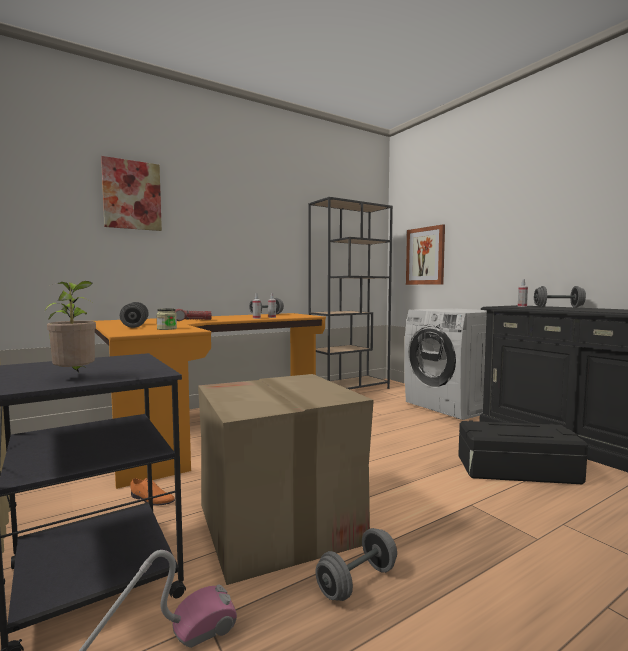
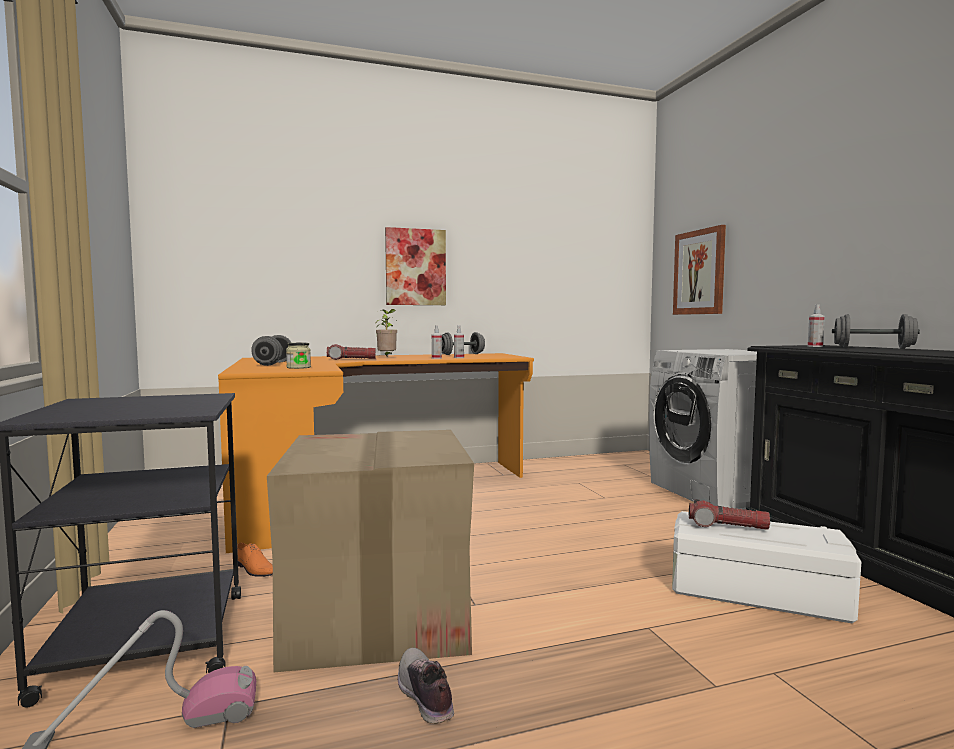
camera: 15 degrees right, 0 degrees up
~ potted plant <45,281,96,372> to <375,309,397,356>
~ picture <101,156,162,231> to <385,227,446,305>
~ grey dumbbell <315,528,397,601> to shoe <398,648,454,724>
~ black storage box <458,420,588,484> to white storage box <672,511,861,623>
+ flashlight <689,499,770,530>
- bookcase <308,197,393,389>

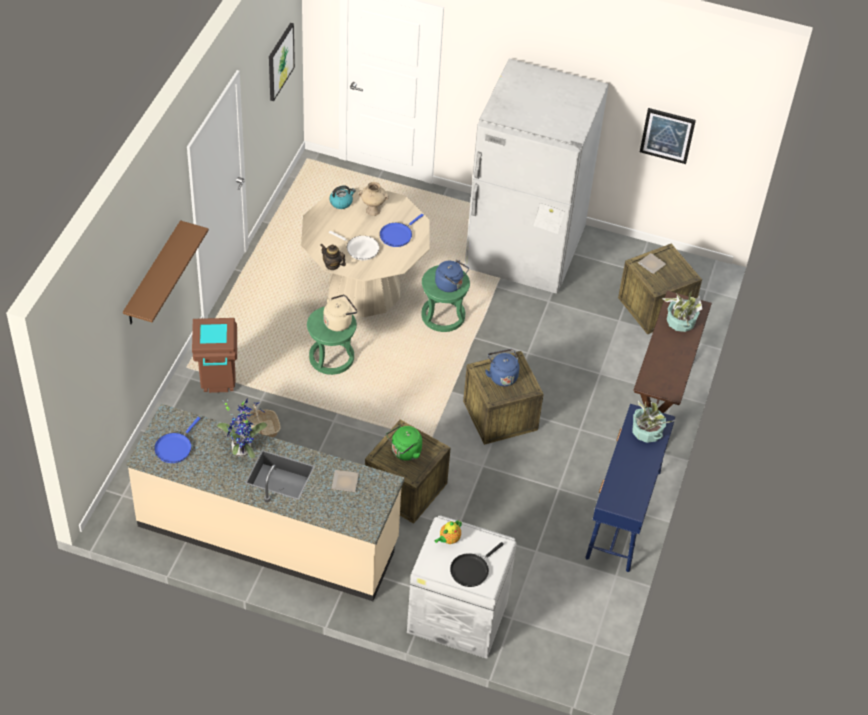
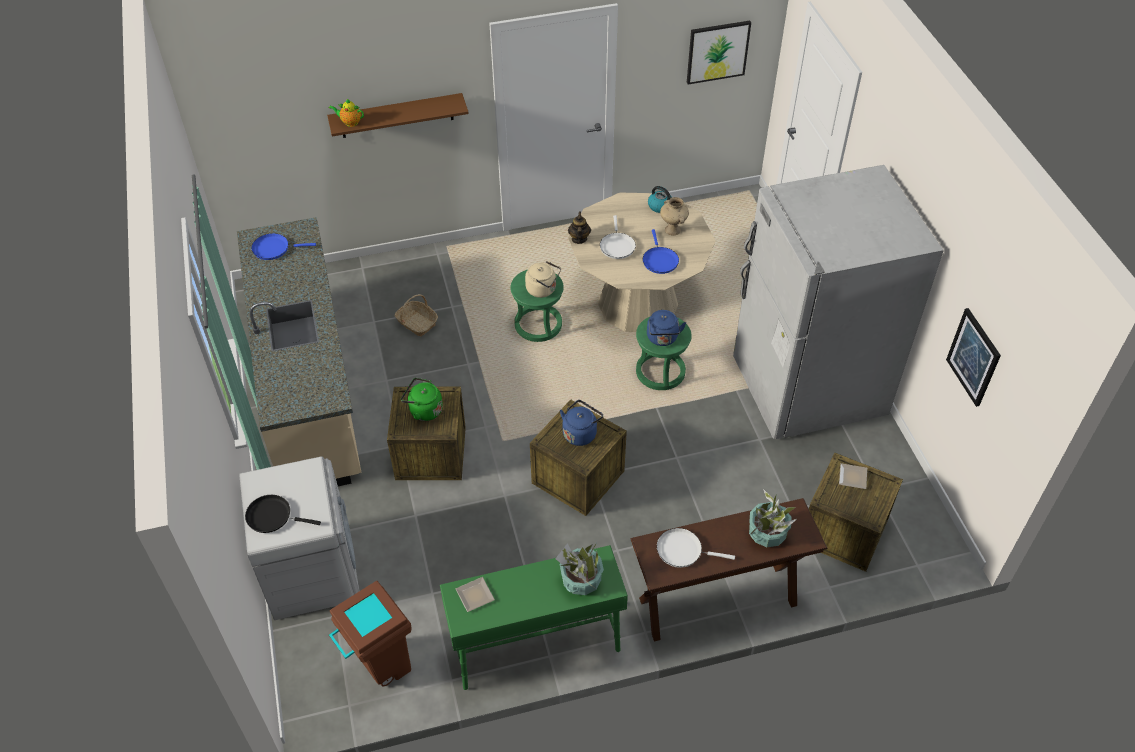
camera: 60 degrees right, 0 degrees up
~ teapot <434,521,462,544> to <329,99,364,127>
~ brown trash can <192,318,237,393> to <329,581,412,686>
~ blue console table <585,404,675,572> to green console table <440,545,628,690>
~ plate <331,470,359,492> to <456,577,495,612>
~ blue frying pan <380,214,424,247> = <643,229,679,274> 105 degrees counterclockwise
+ white frying pan <657,528,735,568>
- potted plant <217,398,267,458>

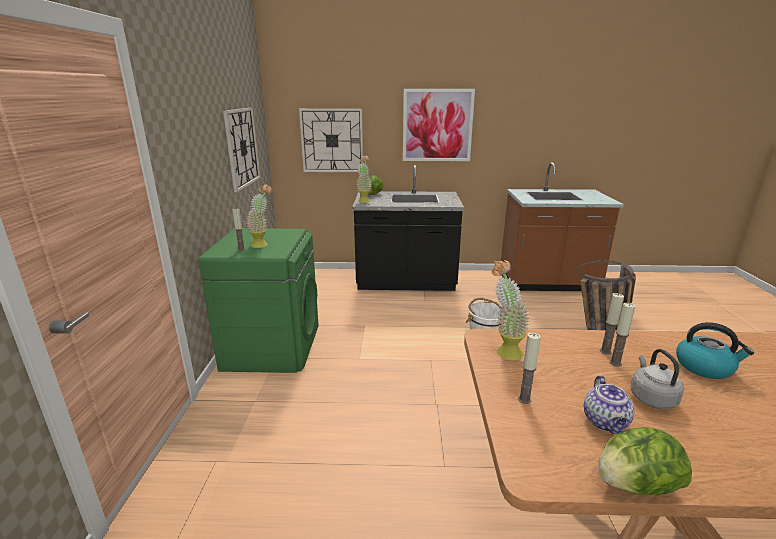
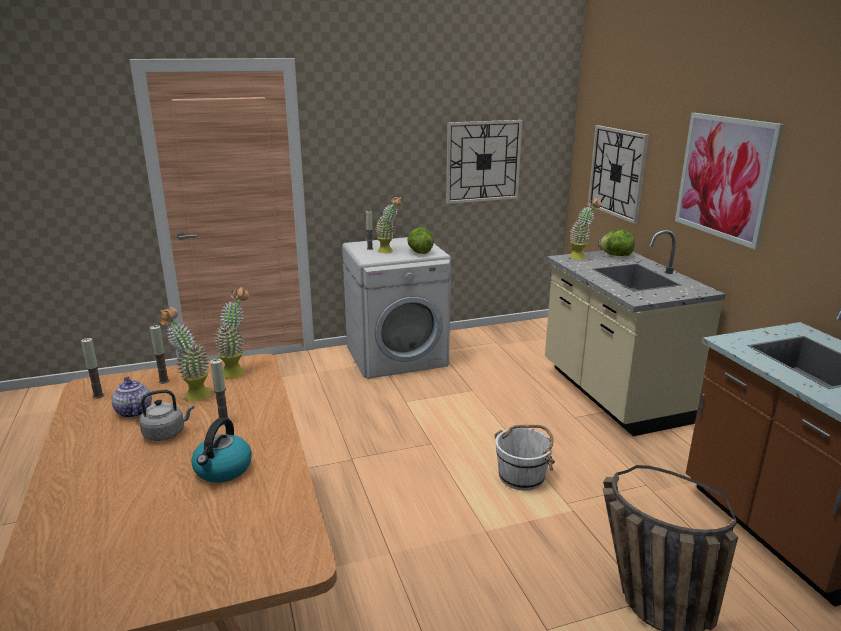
camera: 70 degrees right, 0 degrees up
~ candle <600,293,624,355> to <81,338,104,399>
~ teapot <584,375,634,434> = <112,377,152,418> 75 degrees clockwise
+ potted plant <160,308,211,401>
~ green washing machine <198,228,319,373> to white washing machine <342,237,451,379>
~ lettuce <598,427,692,495> to <407,227,434,254>
~ black counter <352,165,464,291> to beige counter <545,230,725,436>

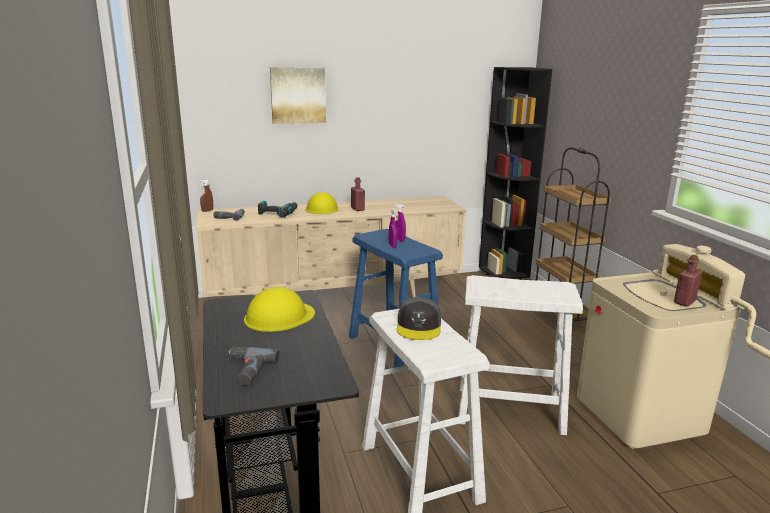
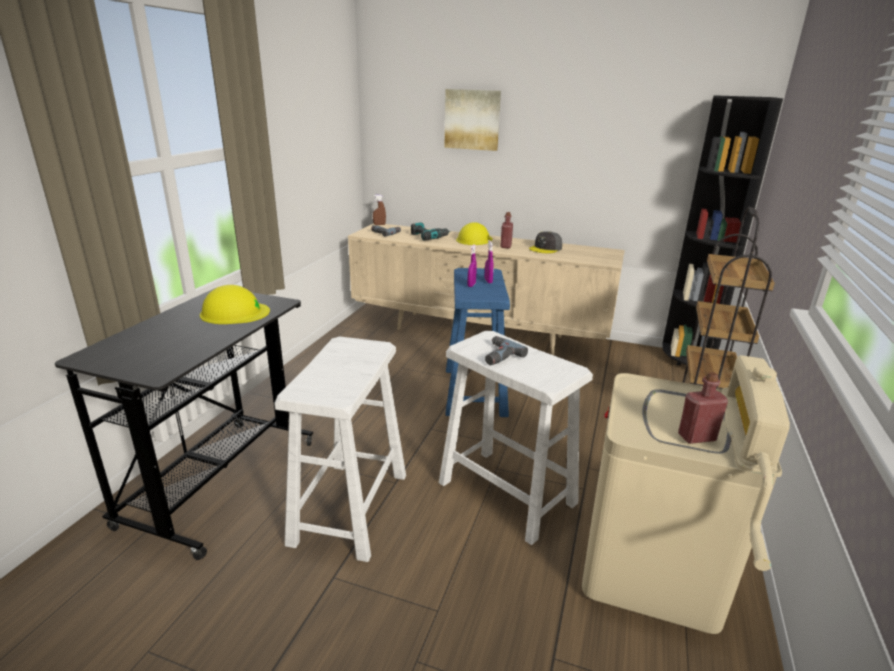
camera: 35 degrees right, 5 degrees up
~ power drill <228,347,279,386> to <485,336,528,365>
~ grey cap <397,298,441,340> to <529,231,562,254>

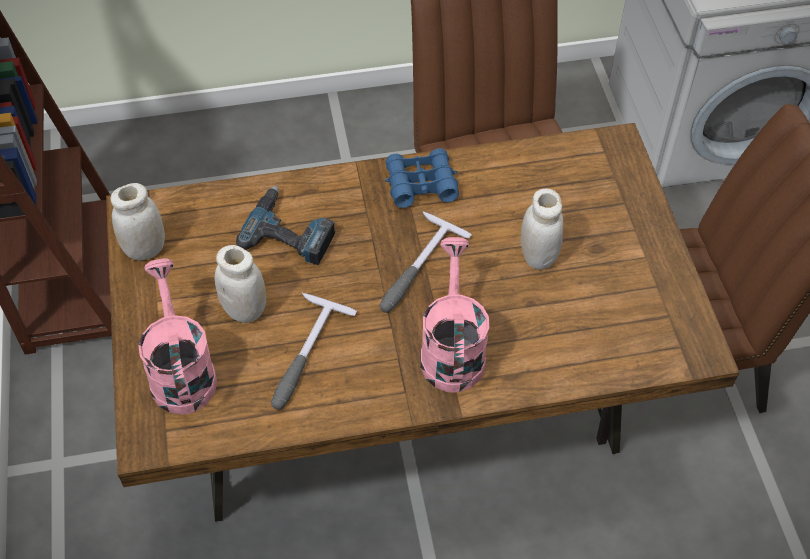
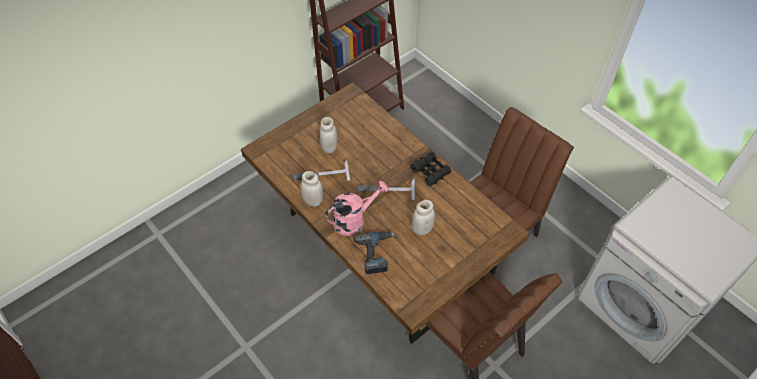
camera: 60 degrees right, 0 degrees up
~ white jar <111,183,165,261> to <301,171,323,206>
~ power drill <236,186,335,265> to <353,232,396,274>
~ blue binoculars <385,148,459,208> to black binoculars <410,152,451,186>
- pink watering can <138,258,217,415>

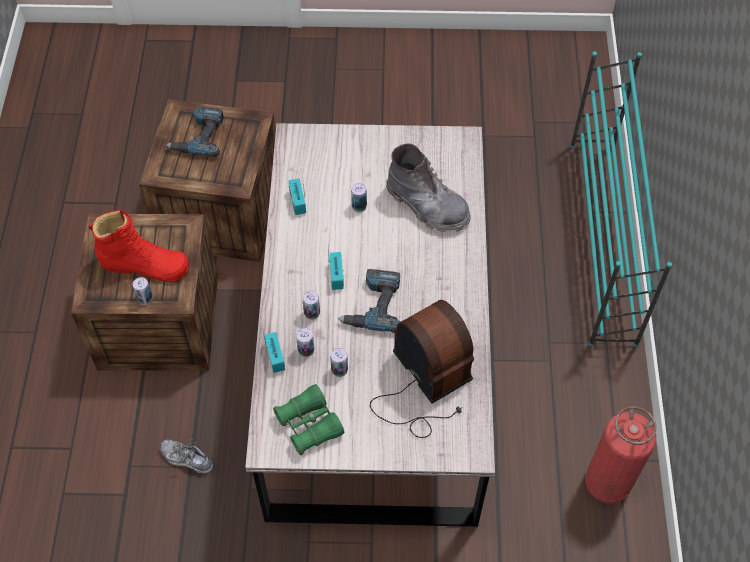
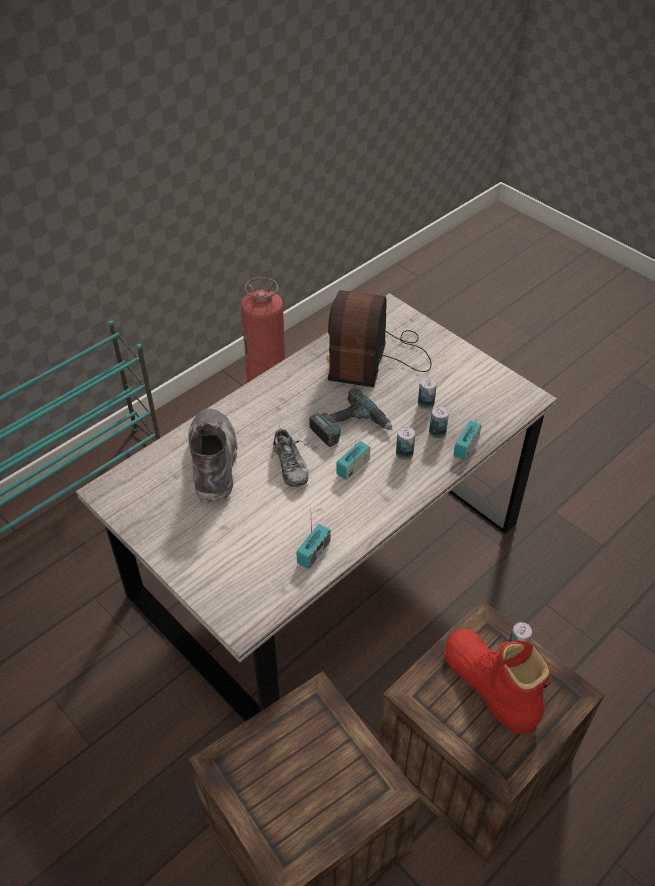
camera: 135 degrees left, 10 degrees down
~ shoe <160,439,213,473> to <272,426,309,487>
- power drill <166,106,224,157>
- green binoculars <273,384,344,455>
- can <351,183,367,212>

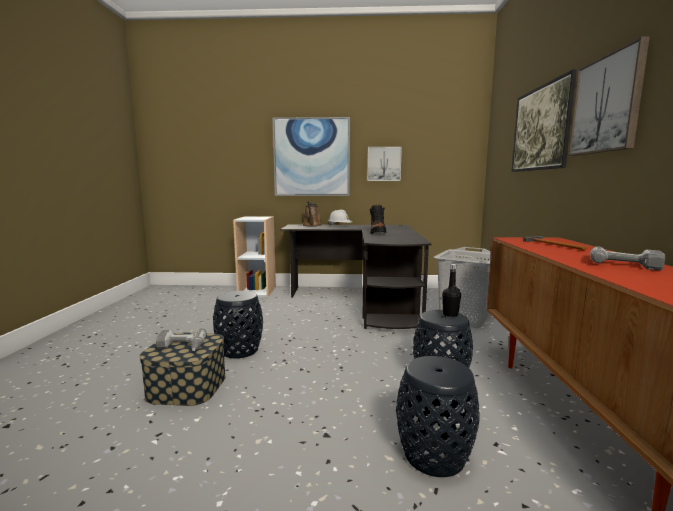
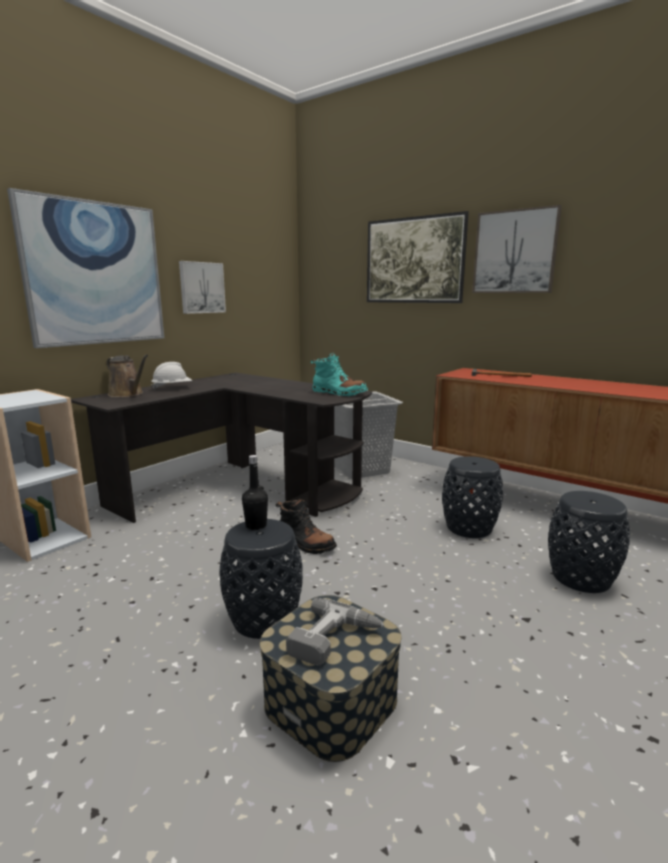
camera: 55 degrees left, 5 degrees up
~ black bottle <442,264,461,317> to <242,455,268,530>
~ black boot <370,205,386,234> to <276,498,337,554>
+ turquoise boot <310,352,368,396>
- power drill <590,246,665,270>

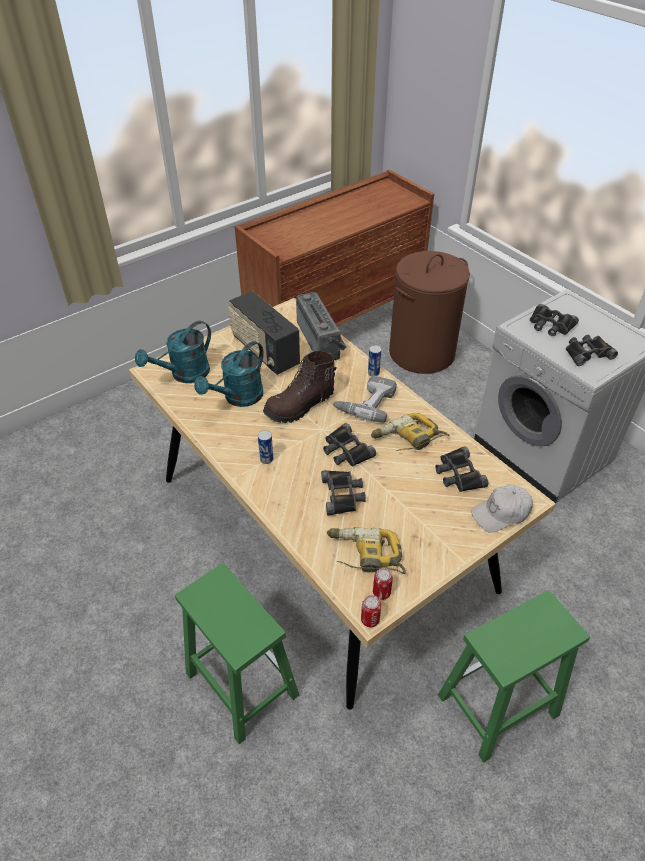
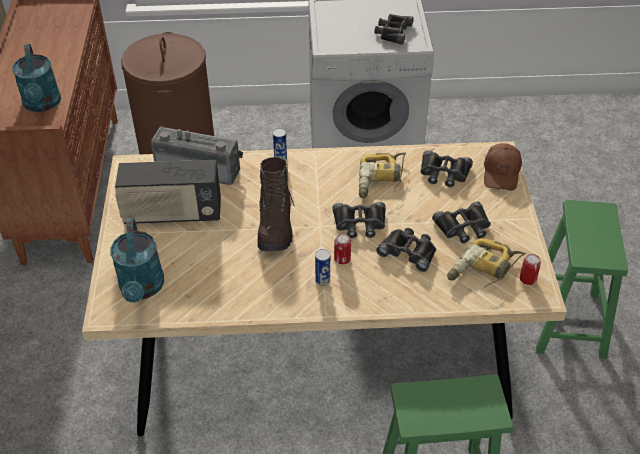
camera: 55 degrees left, 0 degrees up
~ turquoise watering can <194,341,264,407> to <12,44,61,112>
~ can <361,595,381,627> to <334,234,351,264>
~ black binoculars <530,304,579,336> to <432,201,491,243>
~ white cap <471,484,533,533> to brown cap <484,143,522,191>
- power drill <332,376,397,422>

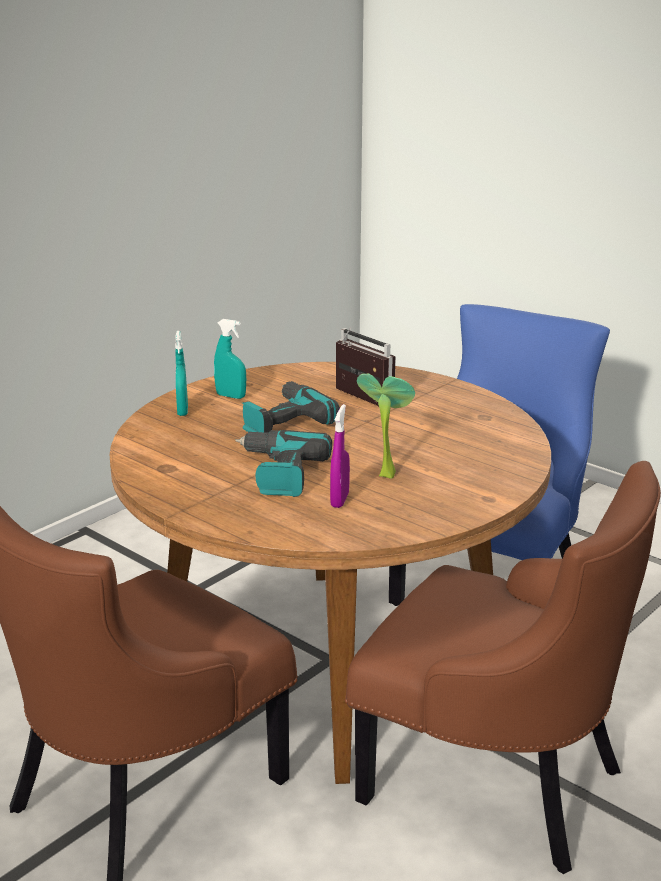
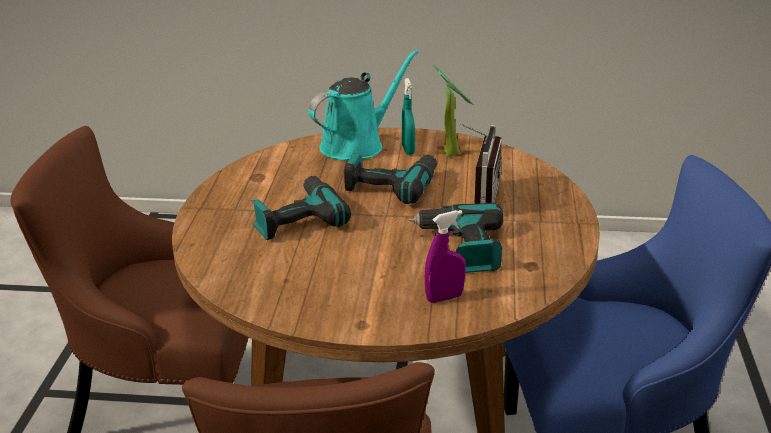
camera: 55 degrees right, 5 degrees up
~ turquoise spray bottle <175,331,188,416> to turquoise watering can <308,50,418,160>
+ power drill <409,203,503,273>
~ purple spray bottle <330,404,350,508> to <425,210,466,303>
~ potted plant <357,374,415,479> to <432,64,474,157>

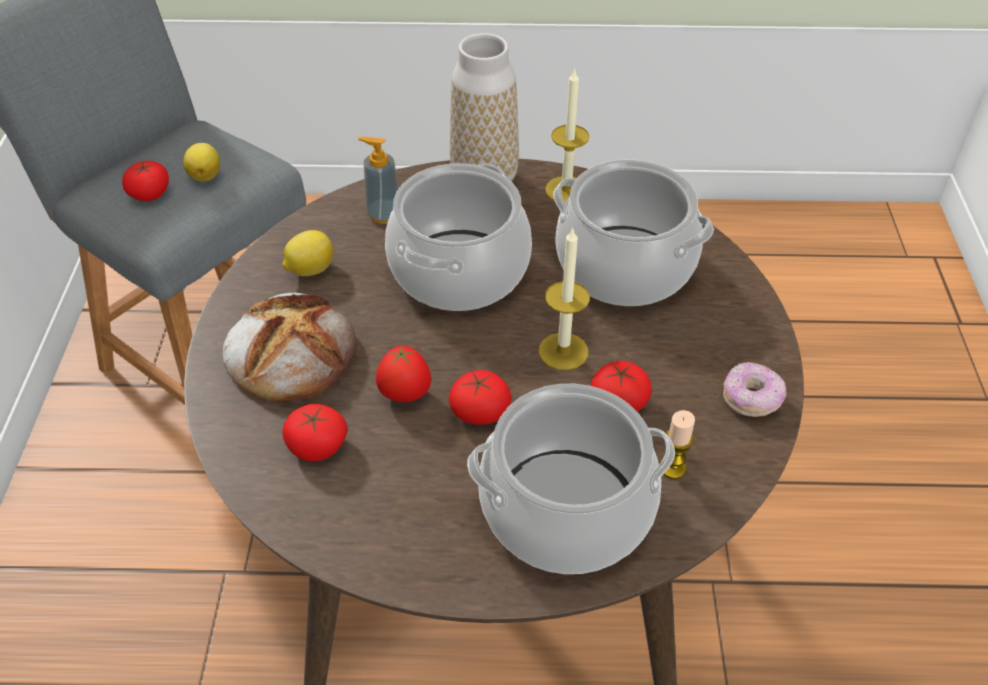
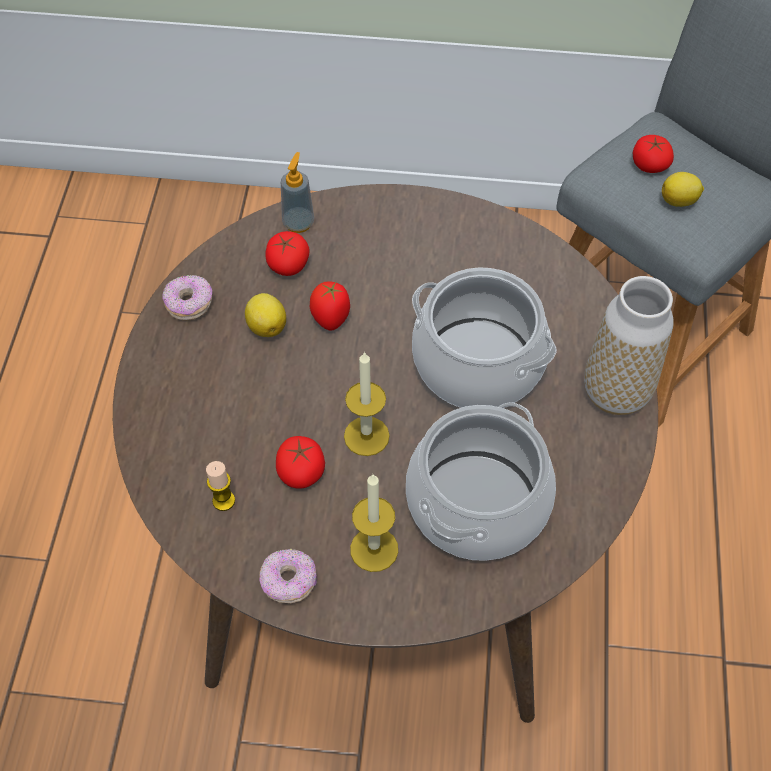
camera: 95 degrees right, 10 degrees up
+ donut <162,275,212,321>
~ lemon <282,230,333,276> to <245,293,286,337>
~ soap dispenser <358,137,398,224> to <281,152,314,233>
~ candle <545,68,589,202> to <350,475,398,572>
- bread <223,293,357,401>
- tomato <449,370,511,425>
- cooking pot <467,384,675,574>

